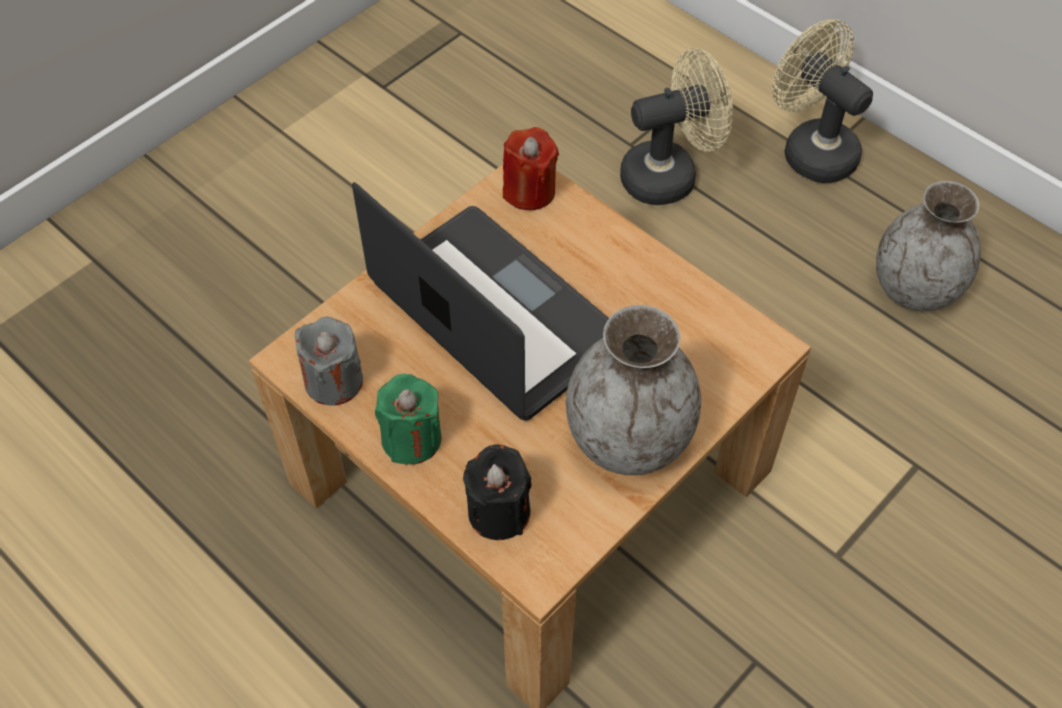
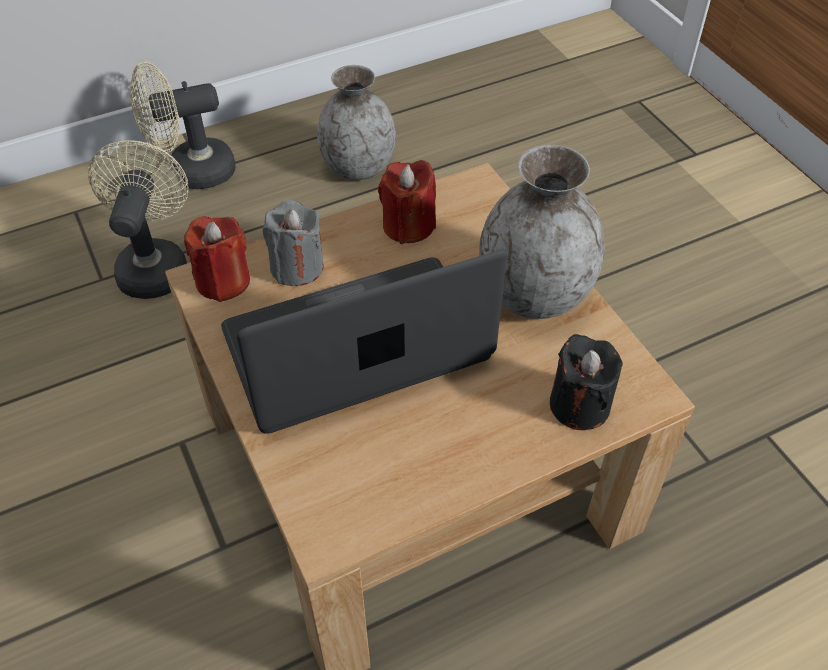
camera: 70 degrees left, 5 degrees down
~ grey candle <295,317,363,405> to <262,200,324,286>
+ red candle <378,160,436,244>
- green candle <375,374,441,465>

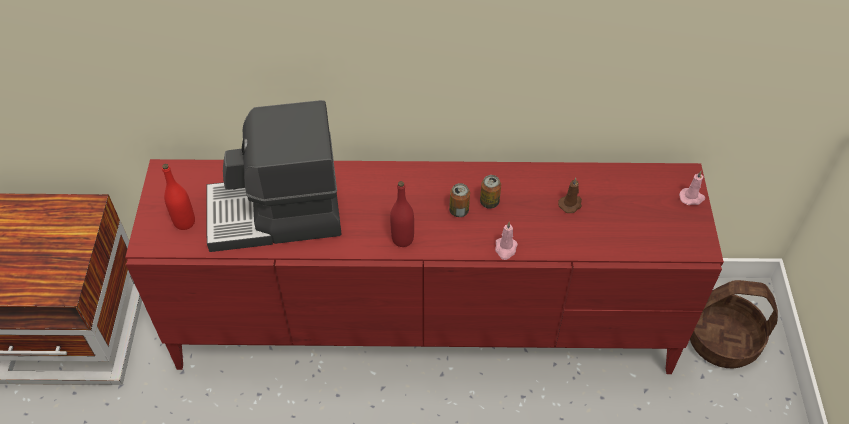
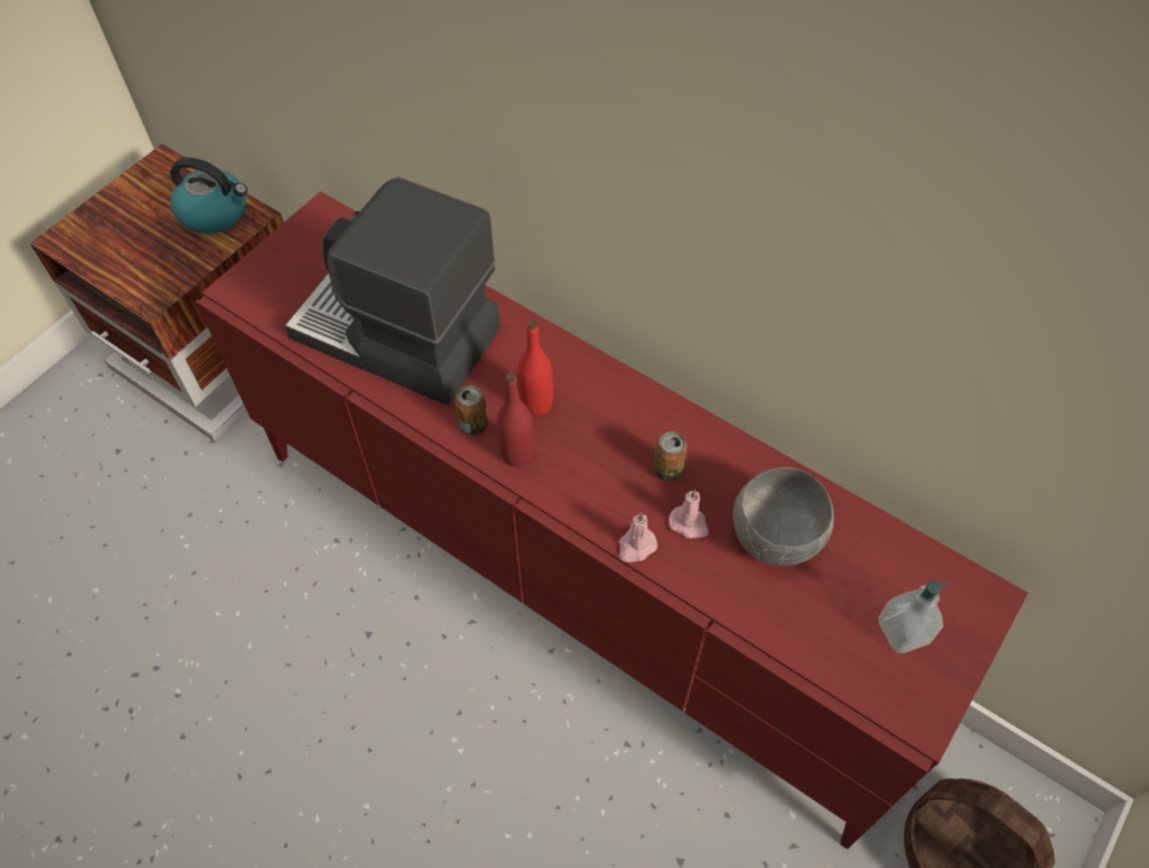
camera: 35 degrees right, 5 degrees up
+ kettle <170,157,248,234>
~ can <449,183,470,217> to <455,385,488,435>
~ red bottle <162,164,195,230> to <517,320,553,416>
~ pink candle <679,171,705,205> to <669,489,709,538>
~ brown candle <558,178,582,213> to grey bowl <733,467,834,566>
+ soap dispenser <879,580,950,653>

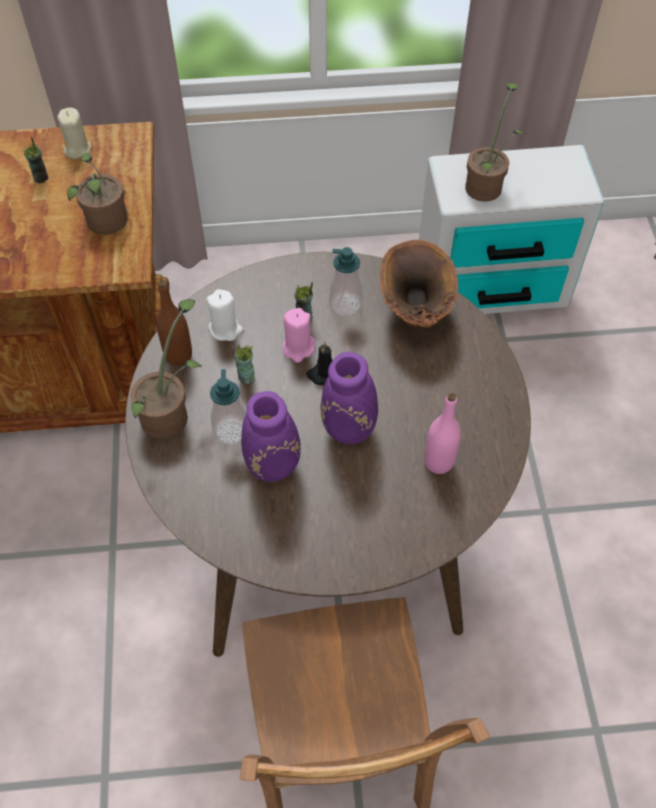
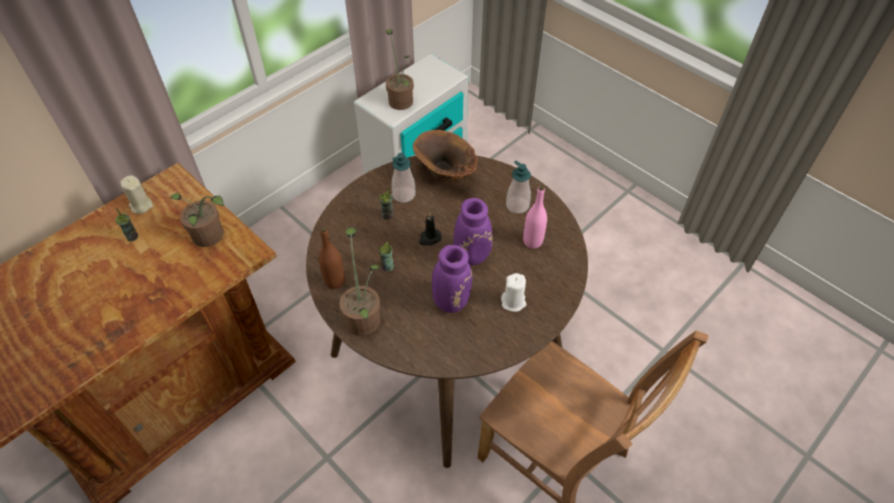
camera: 40 degrees left, 5 degrees down
~ white candle <207,289,243,341> to <501,273,526,312>
~ soap dispenser <210,369,247,445> to <506,161,531,214>
- pink candle <283,308,315,363>

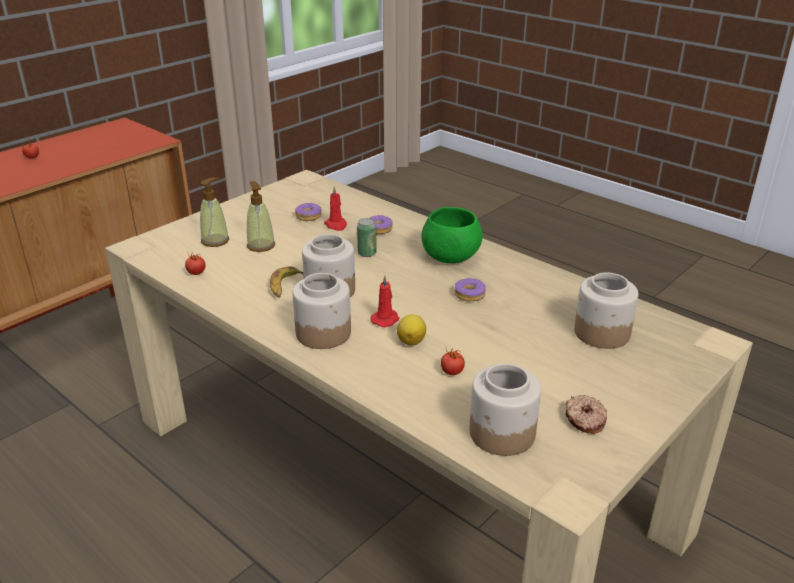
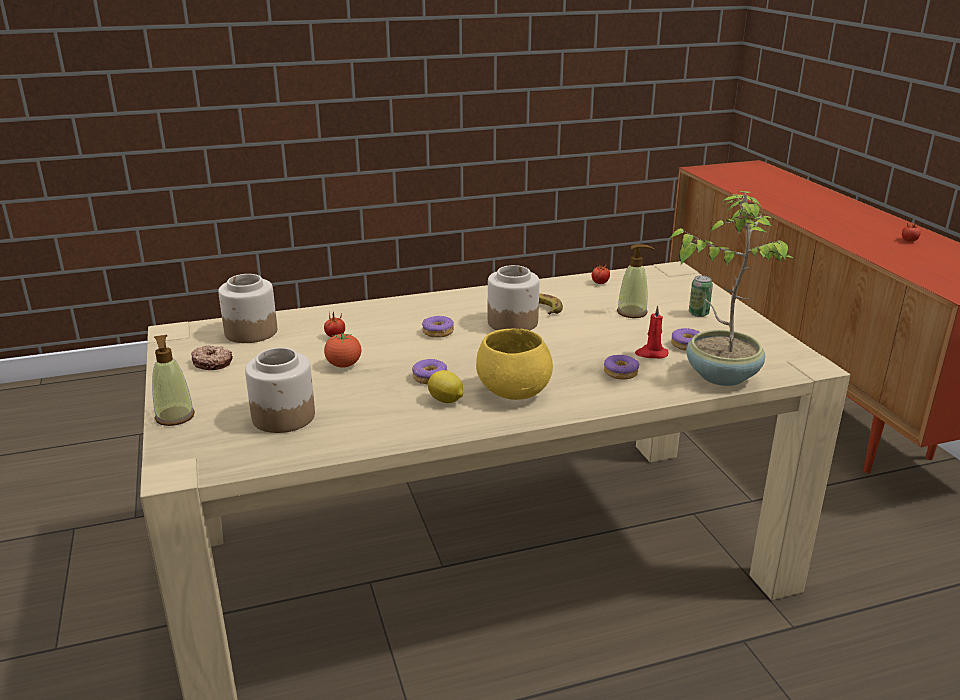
camera: 120 degrees right, 5 degrees down
~ soap dispenser <200,177,229,247> to <152,335,195,426>
+ tomato <324,333,361,367>
~ red candle <370,275,399,327> to donut <422,316,454,338>
~ lemon <397,314,426,346> to <428,370,463,403>
~ green bowl <422,207,482,263> to yellow bowl <476,328,553,400>
+ potted plant <668,191,796,386>
~ can <357,218,377,257> to <689,275,713,317>
- jar <292,273,351,349>

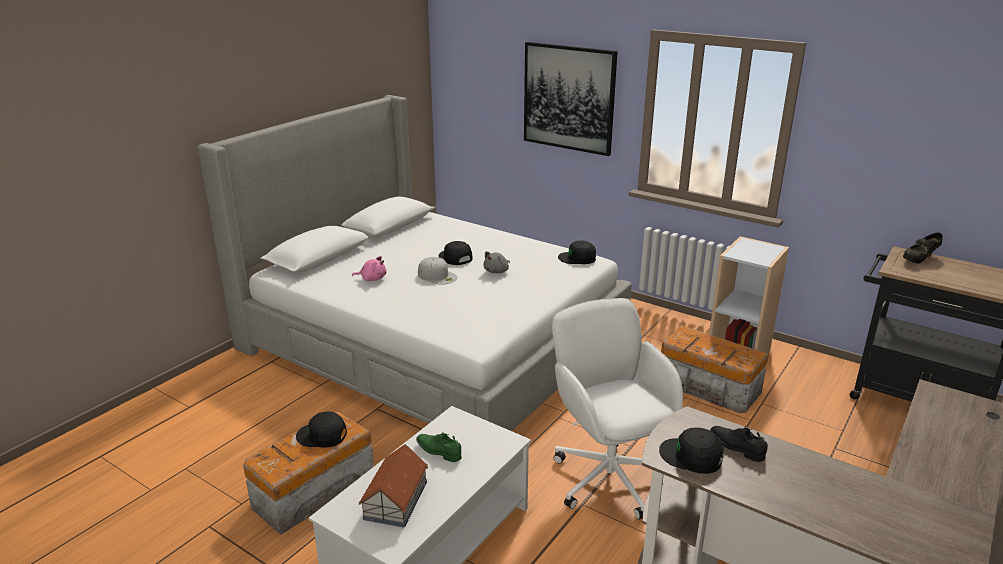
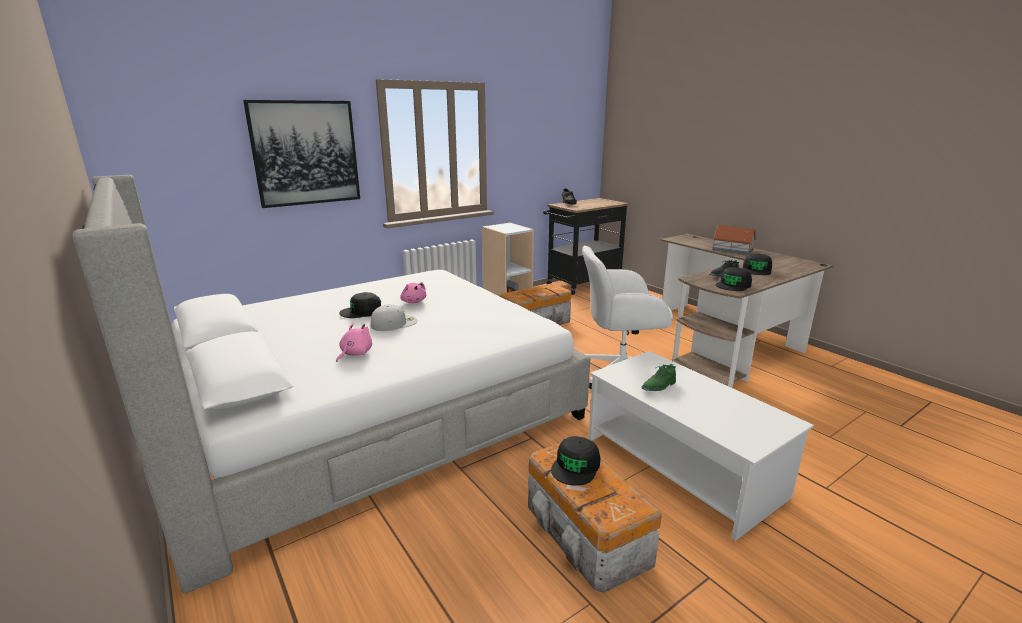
camera: 70 degrees left, 5 degrees down
~ grey plush toy <483,251,510,273> to pink plush toy <400,282,426,303>
~ toy house <359,444,428,527> to <712,225,756,255>
~ black cap <558,240,596,264> to <743,254,772,275>

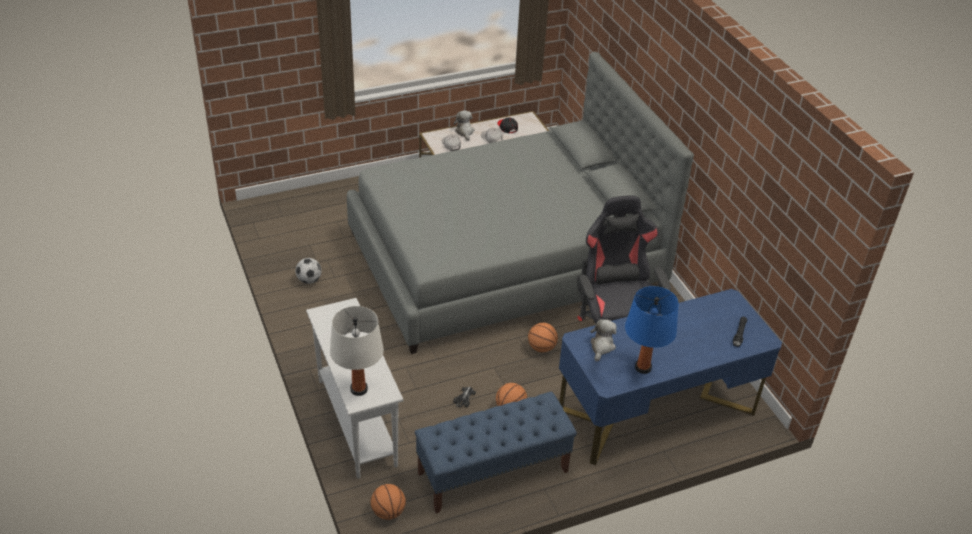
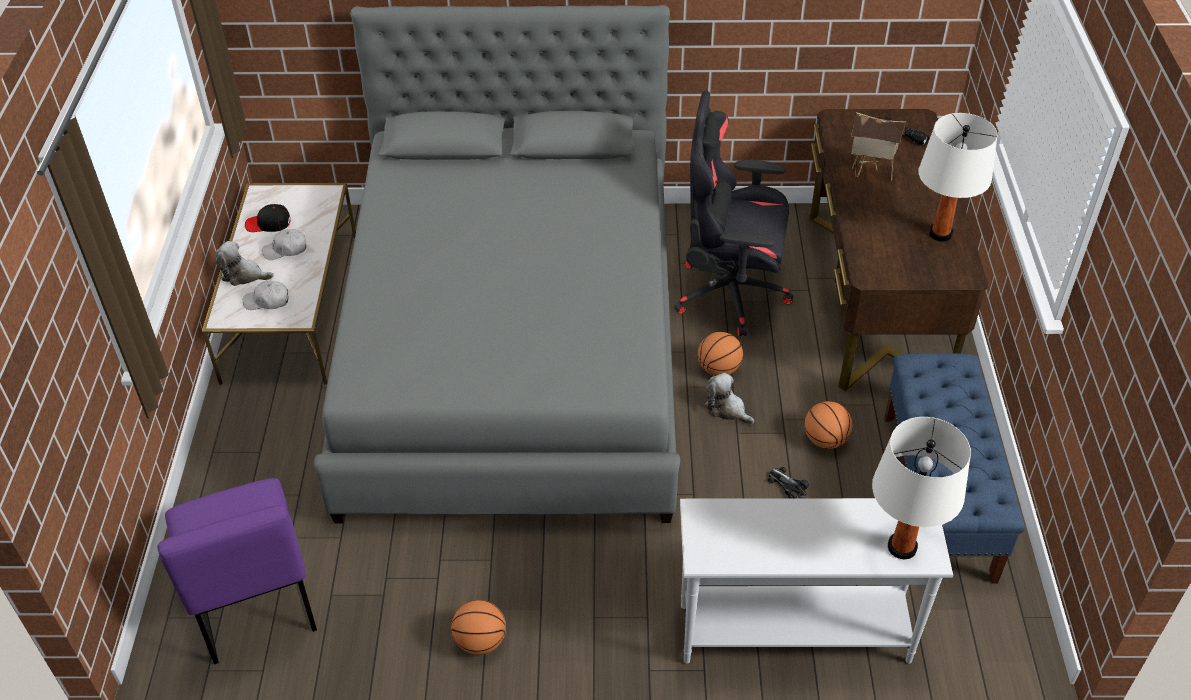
camera: 65 degrees left, 5 degrees up
+ purple chair <157,478,317,664>
~ basketball <371,484,406,520> to <451,600,506,655>
~ plush toy <590,319,617,361> to <705,373,754,424>
~ blue desk <559,289,782,465> to brown desk <810,109,988,391>
+ toy house <851,112,906,181>
~ blue table lamp <625,286,679,374> to white table lamp <919,113,997,241>
- football <295,258,322,284>

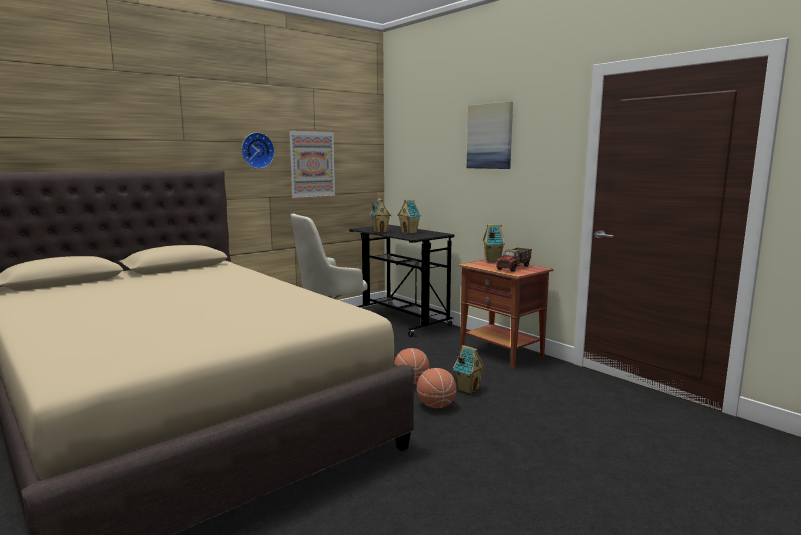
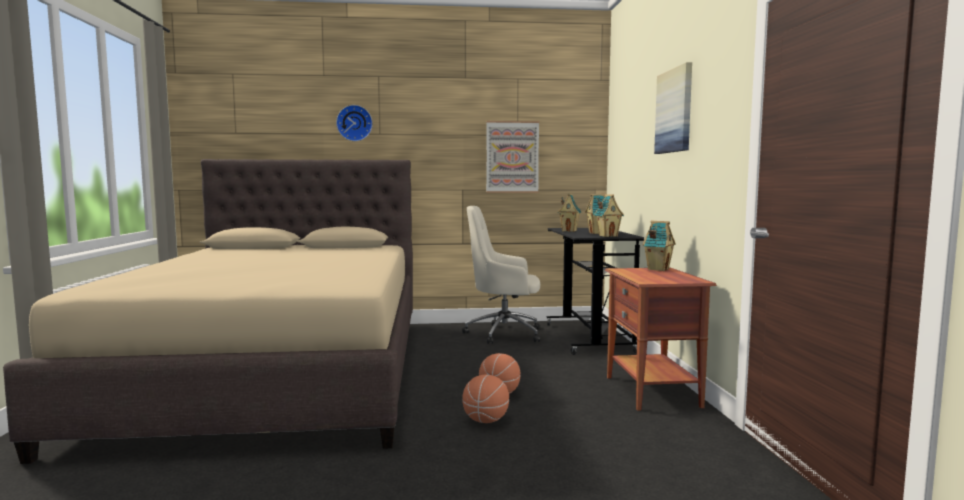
camera: 35 degrees right, 5 degrees down
~ wall clock <241,132,275,169> to <336,105,373,141>
~ toy house <453,345,485,394> to <594,194,624,237>
- toy truck <496,248,532,272>

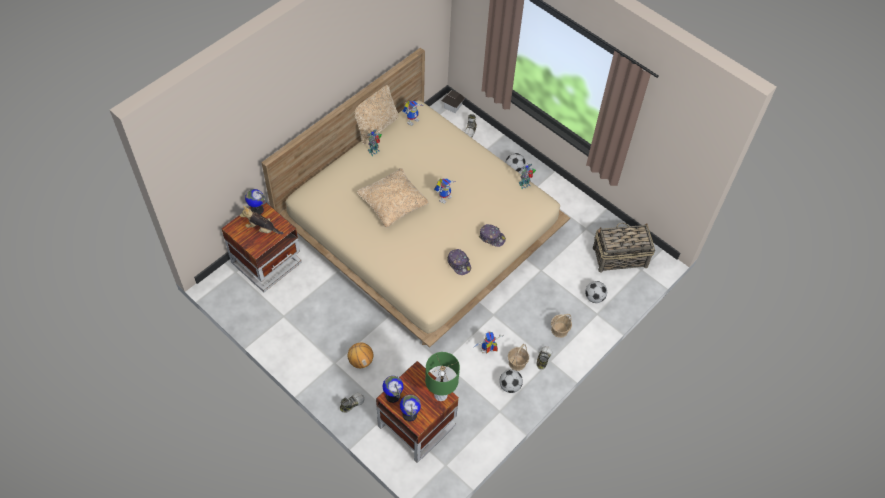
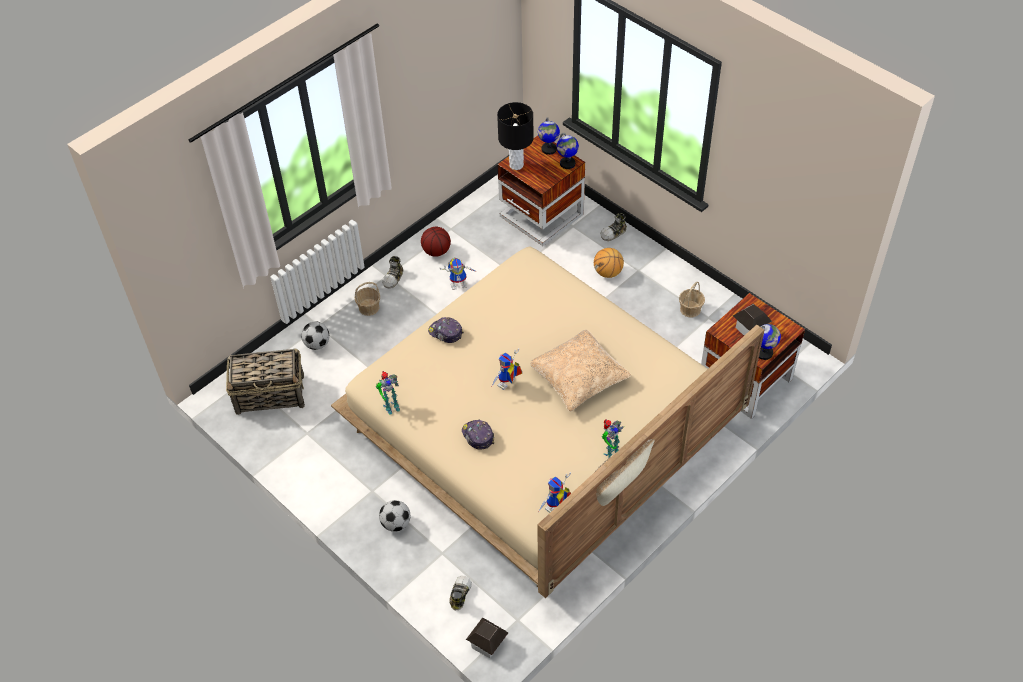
camera: 175 degrees left, 5 degrees down
~ football <499,369,523,393> to basketball <421,227,451,257>
~ cap <447,249,471,275> to <462,420,495,450>
~ green table lamp <425,352,460,401> to black table lamp <497,102,534,170>
~ basket <508,344,529,371> to <679,281,705,317>
~ plush toy <240,206,284,234> to toy house <733,304,772,336>

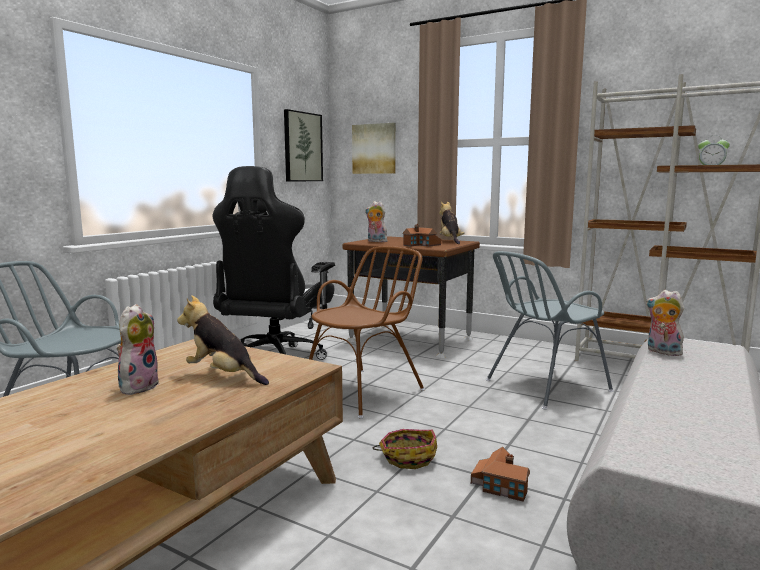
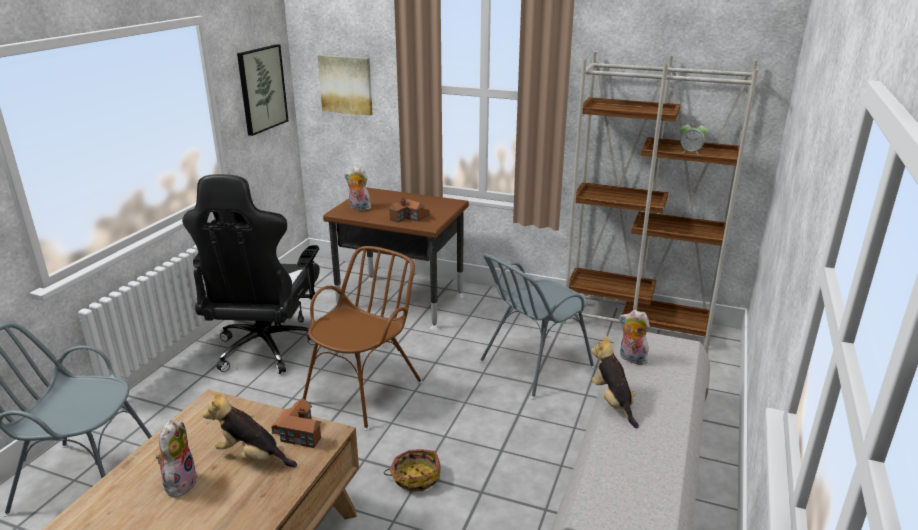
camera: 10 degrees left, 15 degrees up
~ toy house <471,447,530,502> to <271,398,321,448>
~ plush toy <439,201,464,244> to <591,335,639,428>

